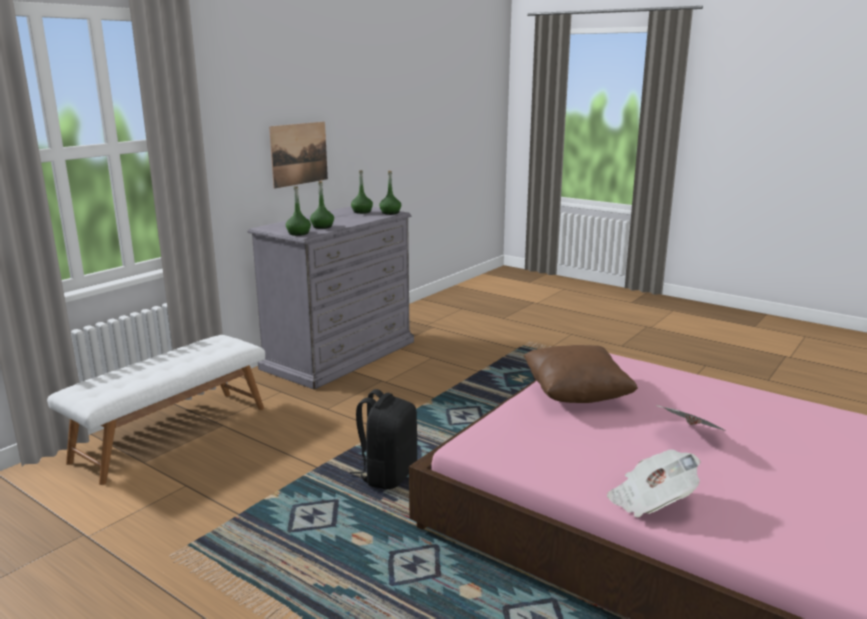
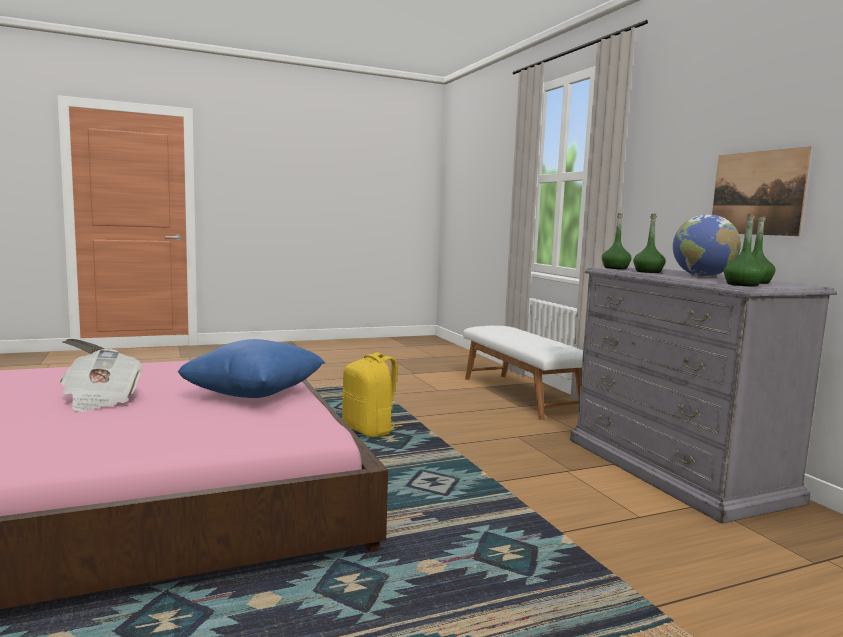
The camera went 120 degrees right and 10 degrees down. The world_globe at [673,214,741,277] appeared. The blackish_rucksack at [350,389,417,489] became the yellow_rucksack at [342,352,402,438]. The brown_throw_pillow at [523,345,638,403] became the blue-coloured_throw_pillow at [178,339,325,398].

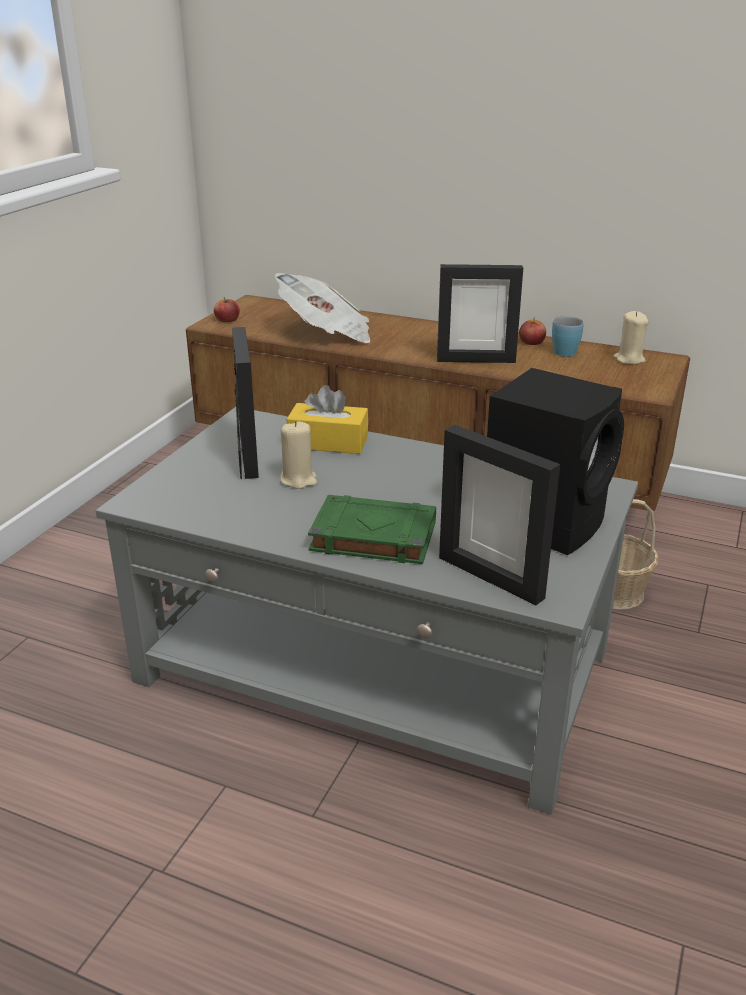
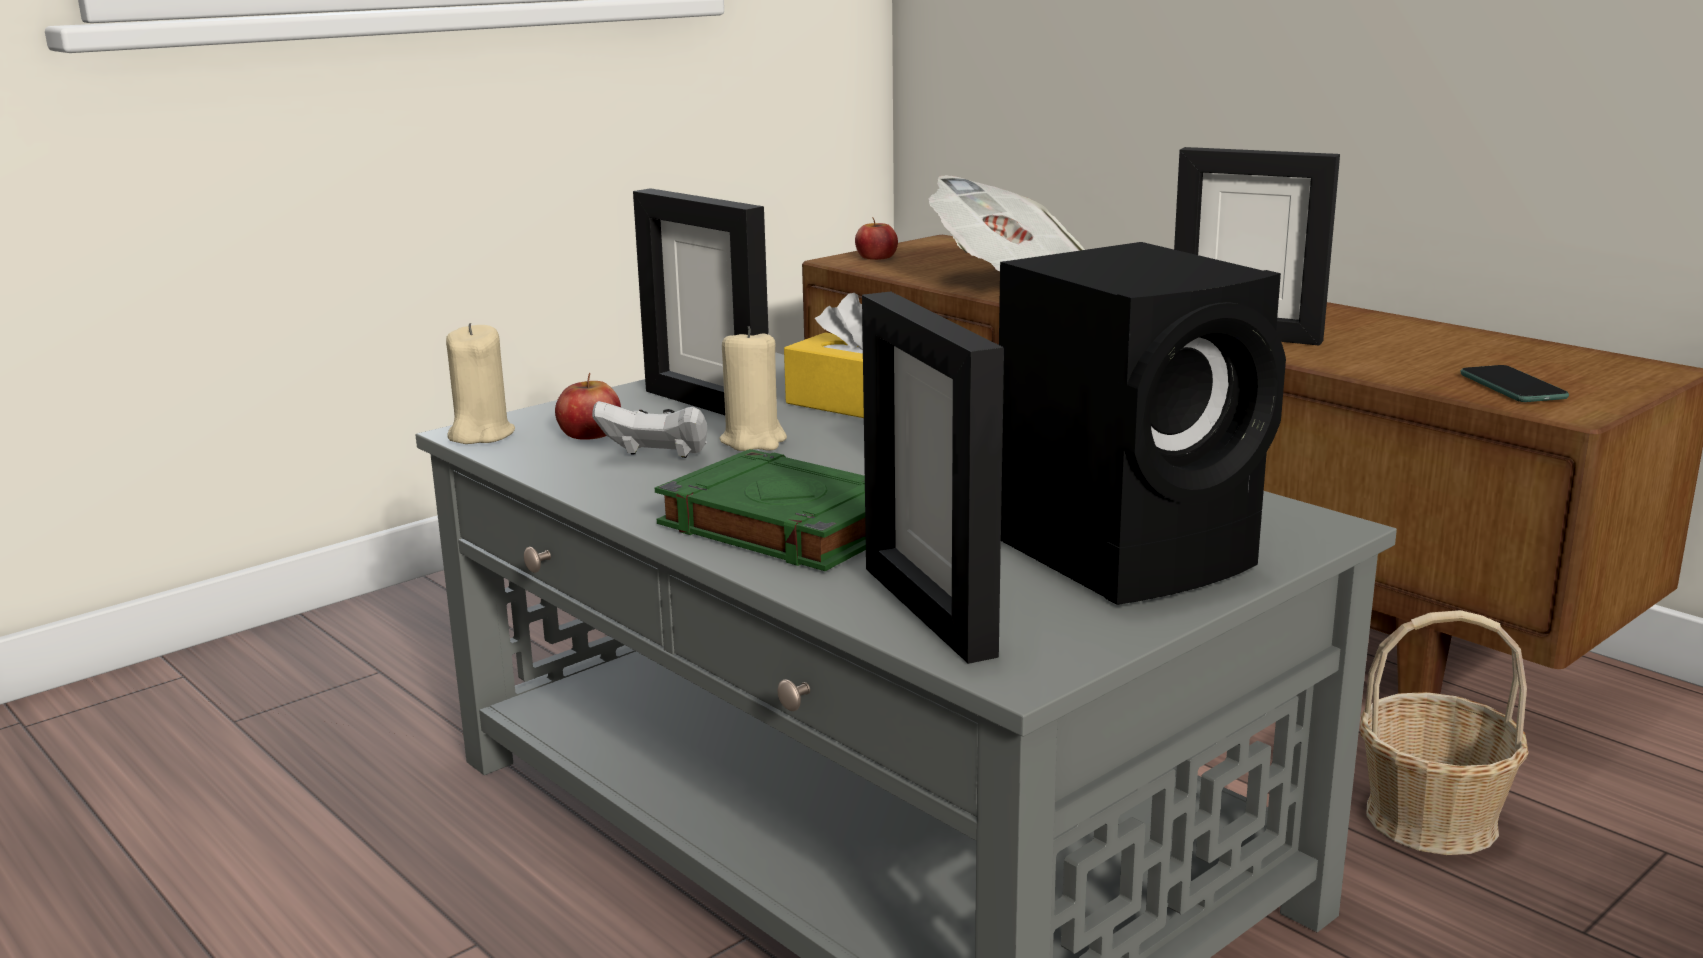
The camera went 25 degrees right and 10 degrees down. The blue-coloured_mug at [552,316,584,357] disappeared. The whitish_gamepad at [592,401,707,458] appeared. The telephone at [1460,365,1569,402] appeared. The apple moved from [519,318,546,345] to [555,373,621,440]. The sand-coloured_wax_candle moved from [613,311,648,365] to [446,323,515,444]. The picture_frame at [232,327,259,479] turned 120 degrees clockwise.

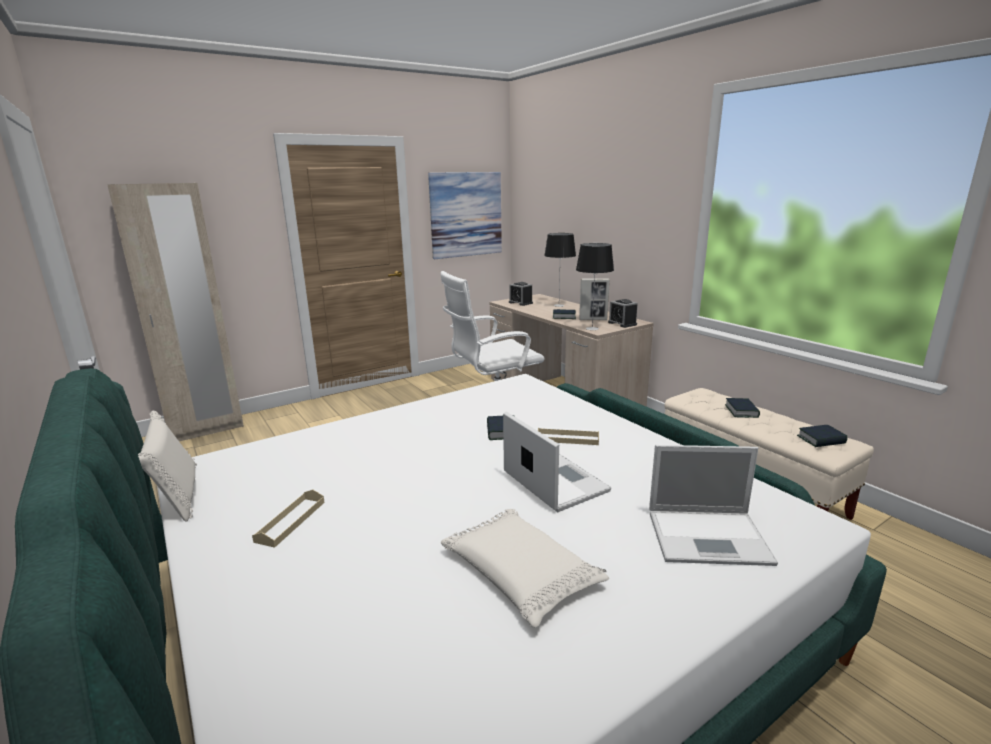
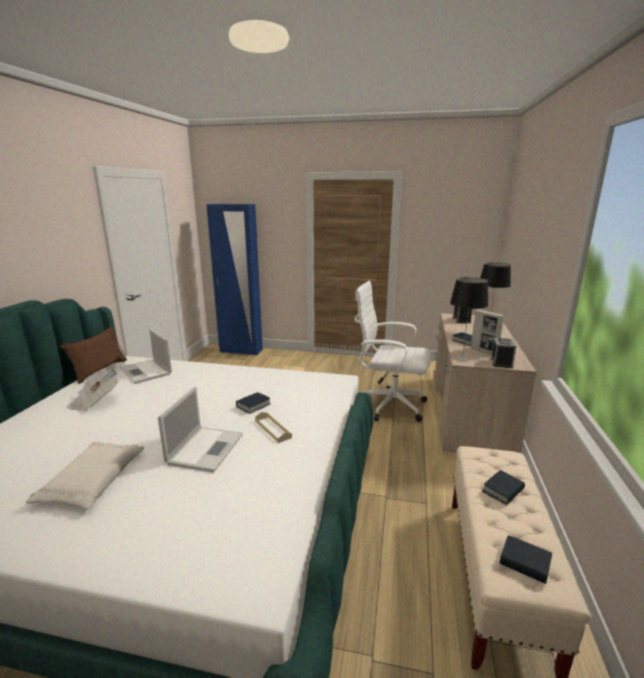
The camera went 45 degrees right and 0 degrees up. The wall_art at [428,172,502,259] disappeared. The portable_computer moved from [649,445,778,566] to [120,329,172,384]. The sand-coloured_carrying_tray at [252,490,325,548] was replaced by the daily_paper at [67,369,119,411]. The sand-coloured_wardrobe at [107,183,244,441] became the blue-coloured_wardrobe at [207,204,263,355]. The whitish_throw_pillow at [138,411,197,522] became the brown_throw_pillow at [60,327,127,384].

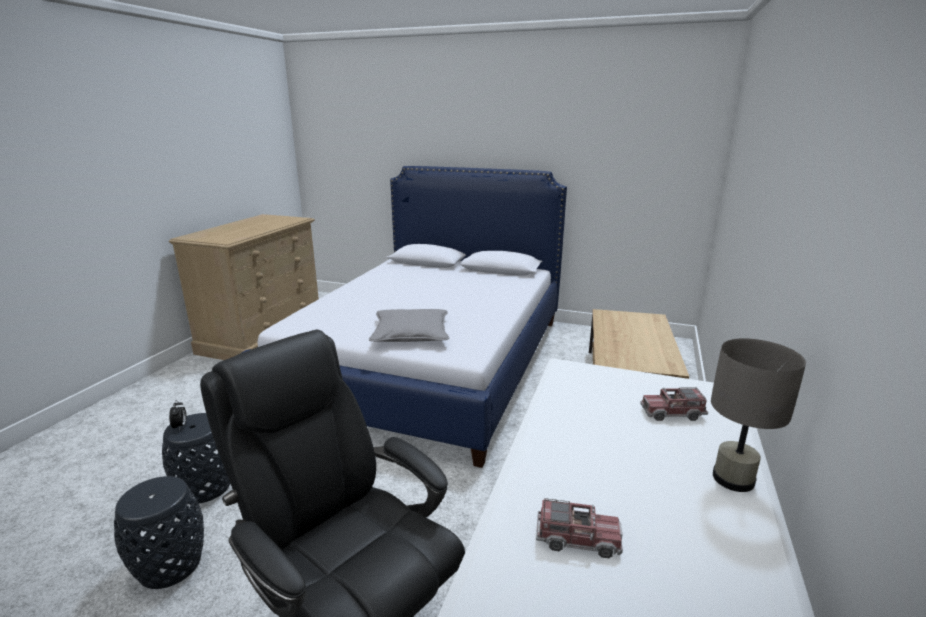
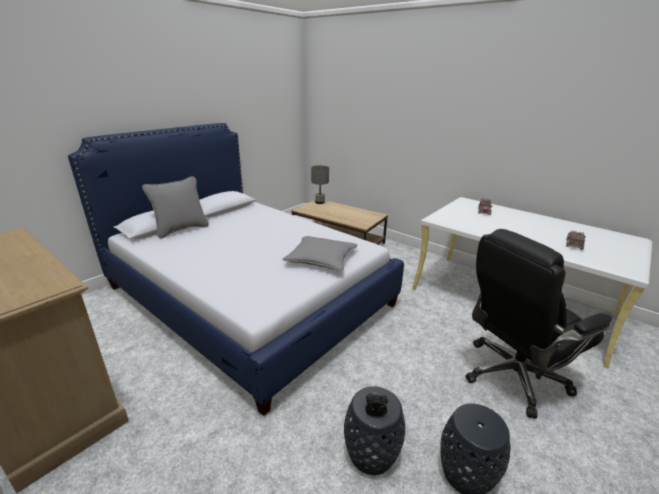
The camera went 70 degrees left and 5 degrees up. The gray_throw_pillow at [142,176,209,239] appeared. The gray_table_lamp moved from [711,338,806,492] to [311,165,329,204].

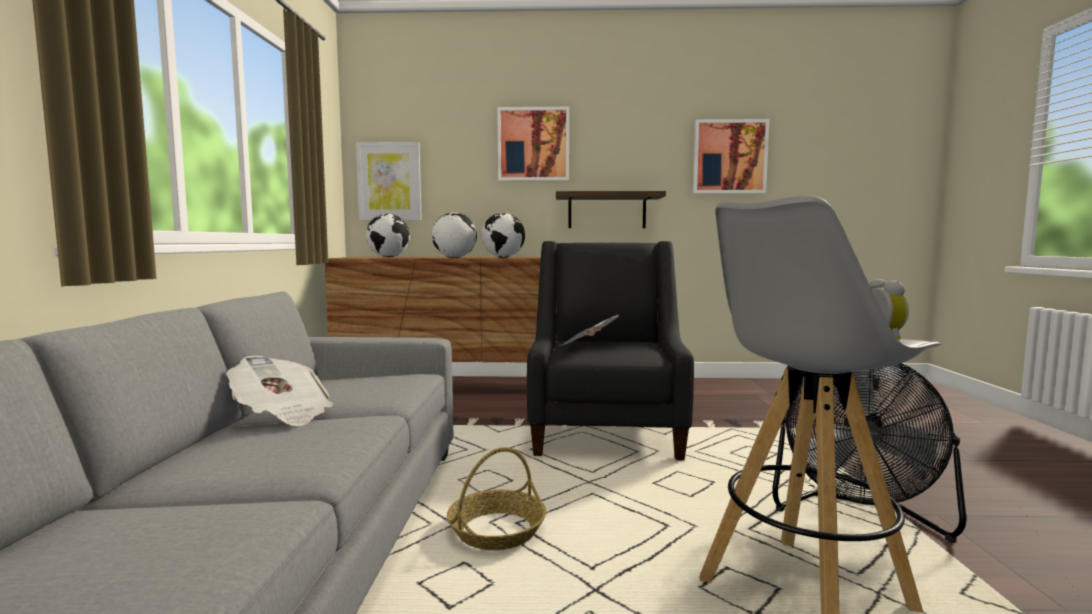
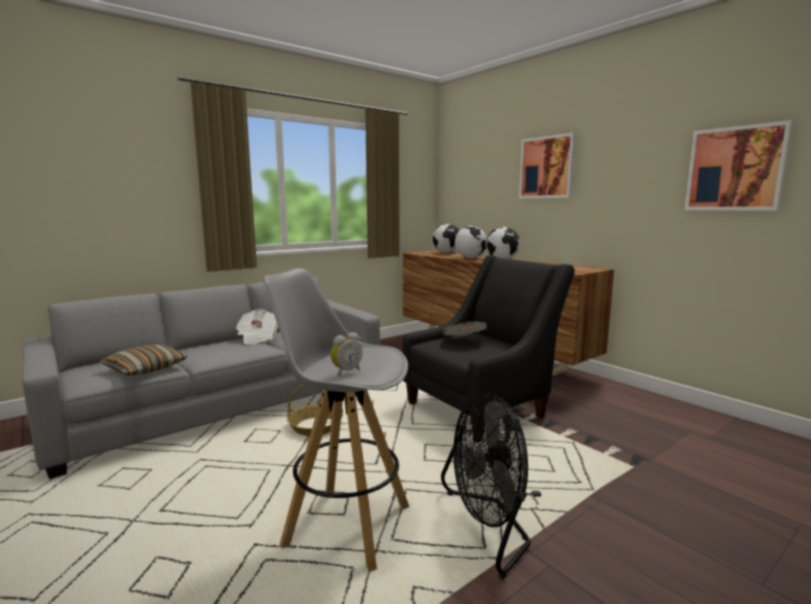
The camera went 50 degrees right and 5 degrees up. The wall_art at [356,142,422,221] disappeared. The bracket_shelf at [556,191,666,228] disappeared. The throw_pillow at [99,344,188,376] appeared.

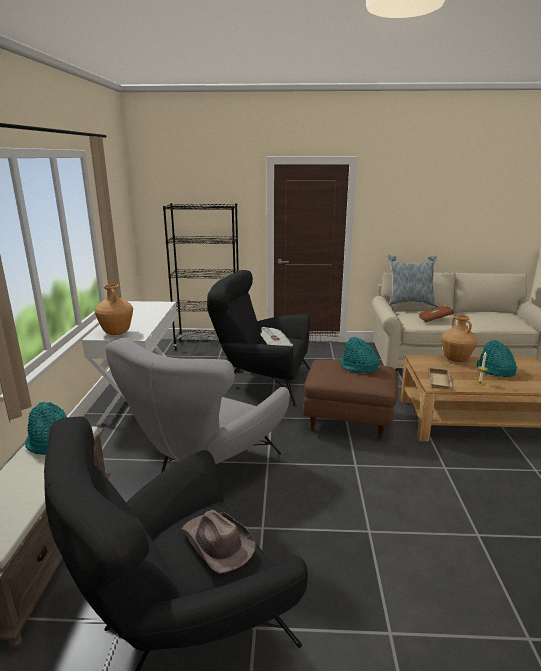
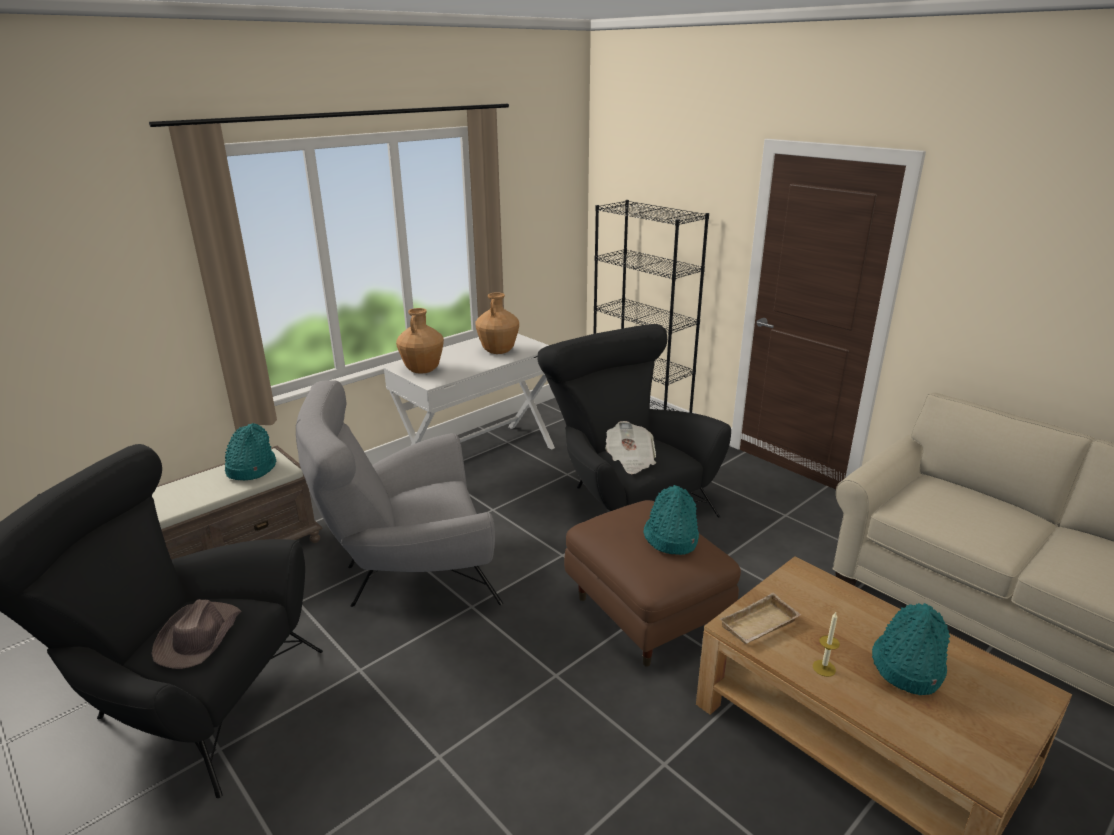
The camera went 45 degrees right and 5 degrees up. The throw_pillow at [387,254,438,309] disappeared. The brown_volume at [418,304,454,322] disappeared. The brown_flower_vase moved from [441,315,478,362] to [475,292,519,354].

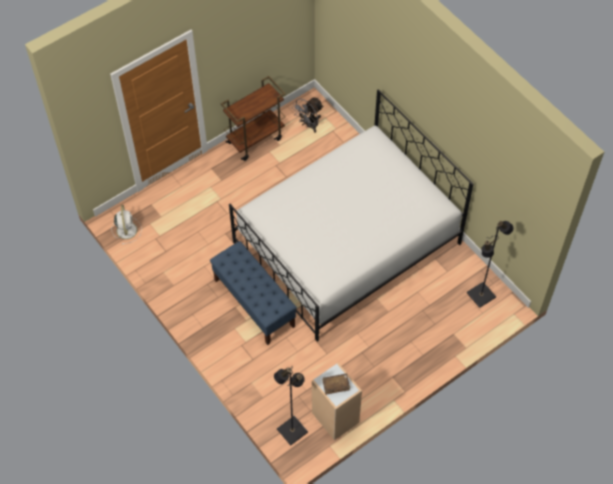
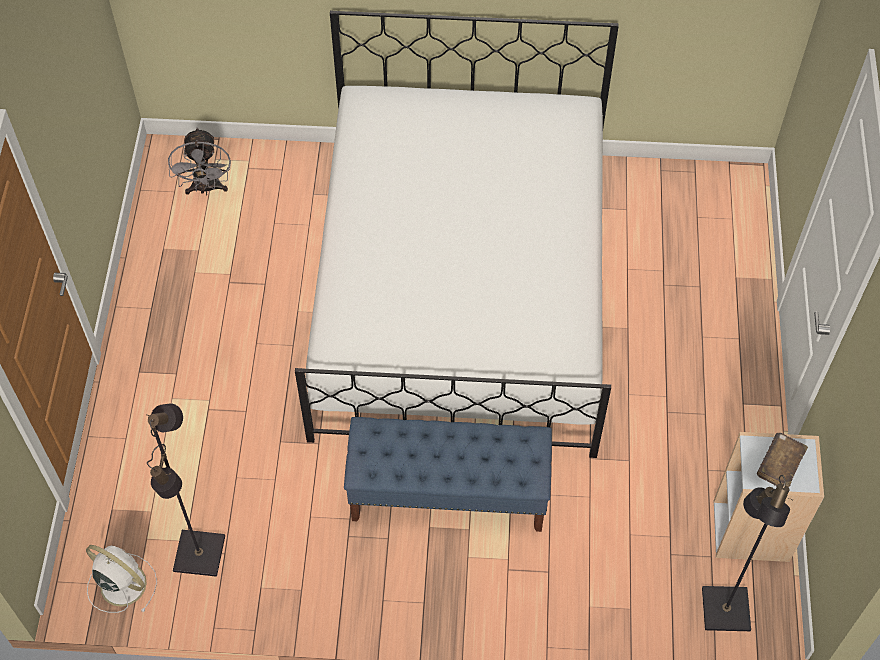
The camera went 50 degrees left and 0 degrees up. The brown_trolley at [221,76,286,161] disappeared. The blackish_standing_lamp moved from [467,220,514,308] to [147,403,225,577].

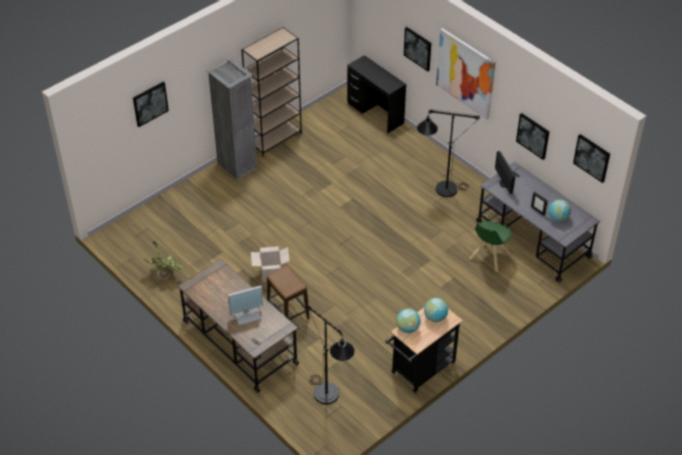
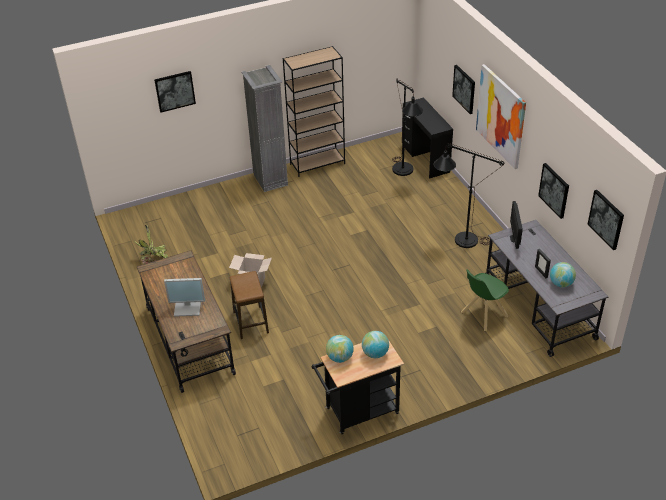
The camera went 20 degrees right and 5 degrees down. The blackish_standing_lamp moved from [308,305,355,404] to [392,79,423,176].

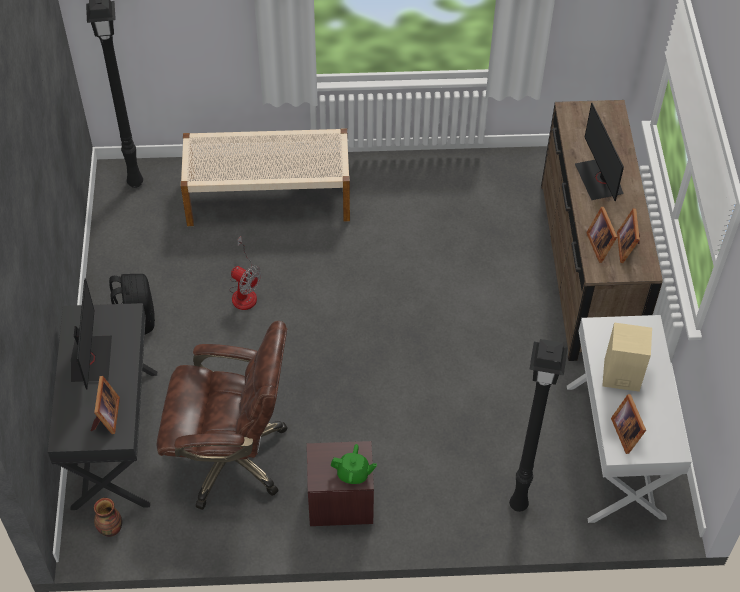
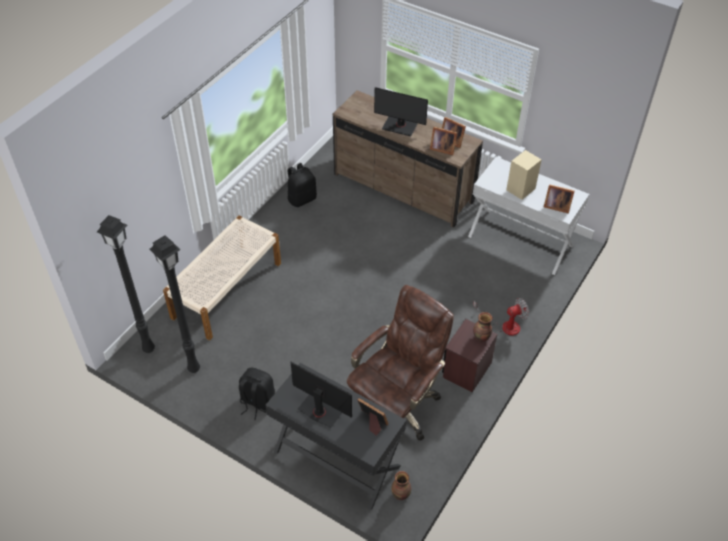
The camera went 55 degrees left and 5 degrees down. The blackish_rucksack at [287,163,317,207] appeared. The cooling_fan moved from [229,237,261,310] to [473,298,529,336]. The blackish_standing_lamp moved from [509,339,568,512] to [149,235,200,373]. The green_teapot at [330,444,377,484] was replaced by the flower_vase at [473,312,492,342].

